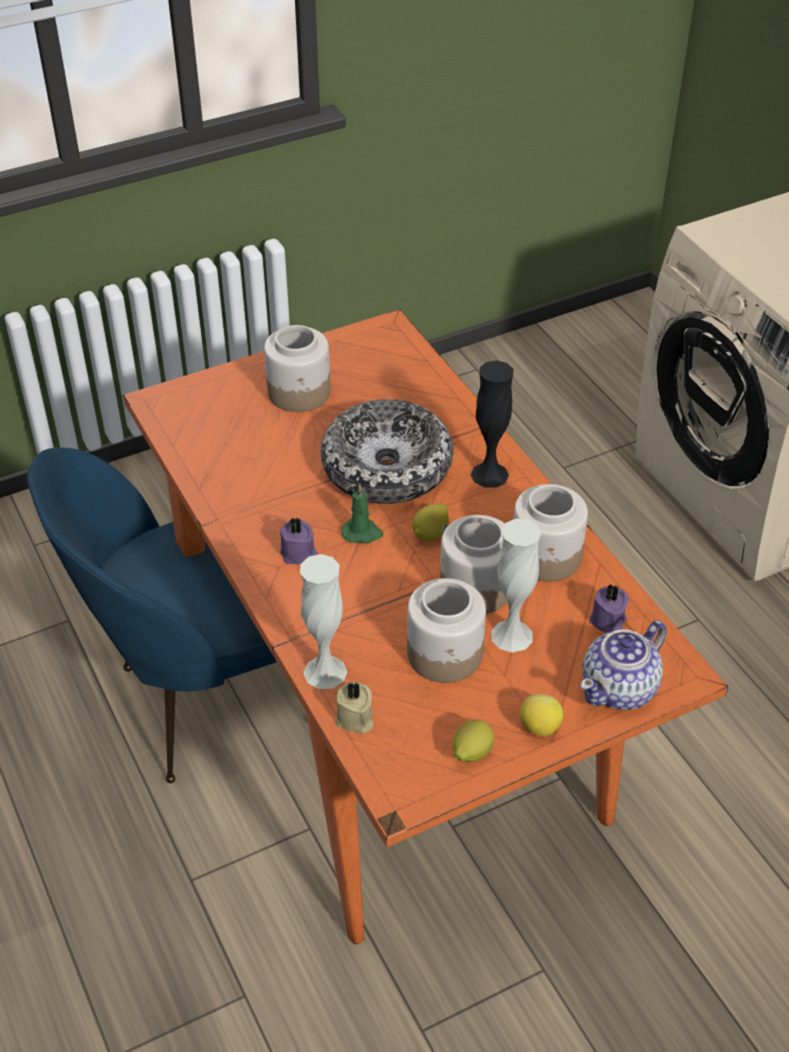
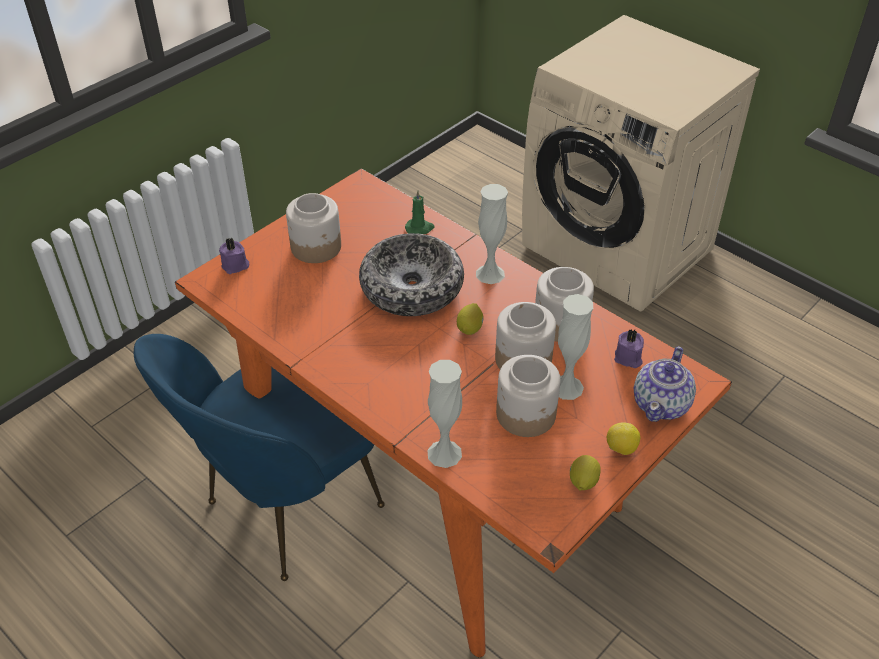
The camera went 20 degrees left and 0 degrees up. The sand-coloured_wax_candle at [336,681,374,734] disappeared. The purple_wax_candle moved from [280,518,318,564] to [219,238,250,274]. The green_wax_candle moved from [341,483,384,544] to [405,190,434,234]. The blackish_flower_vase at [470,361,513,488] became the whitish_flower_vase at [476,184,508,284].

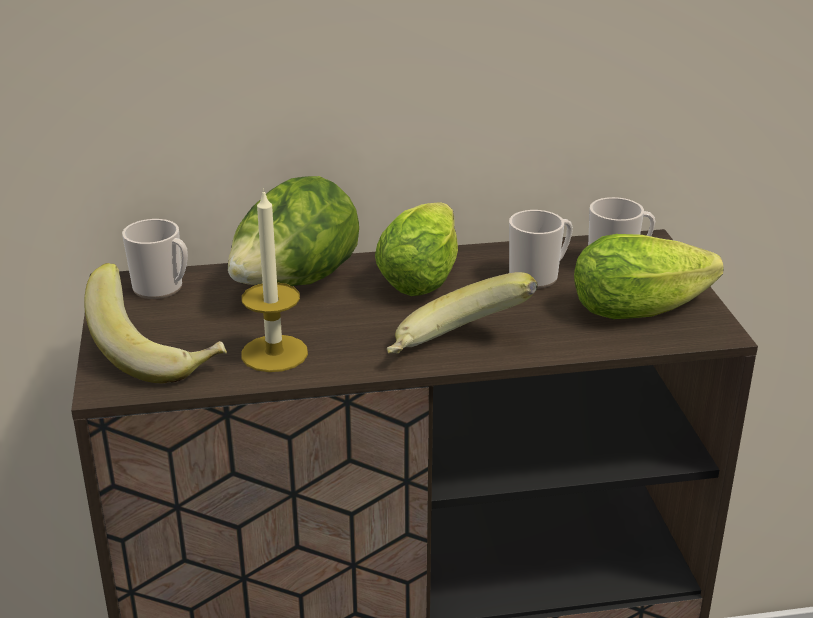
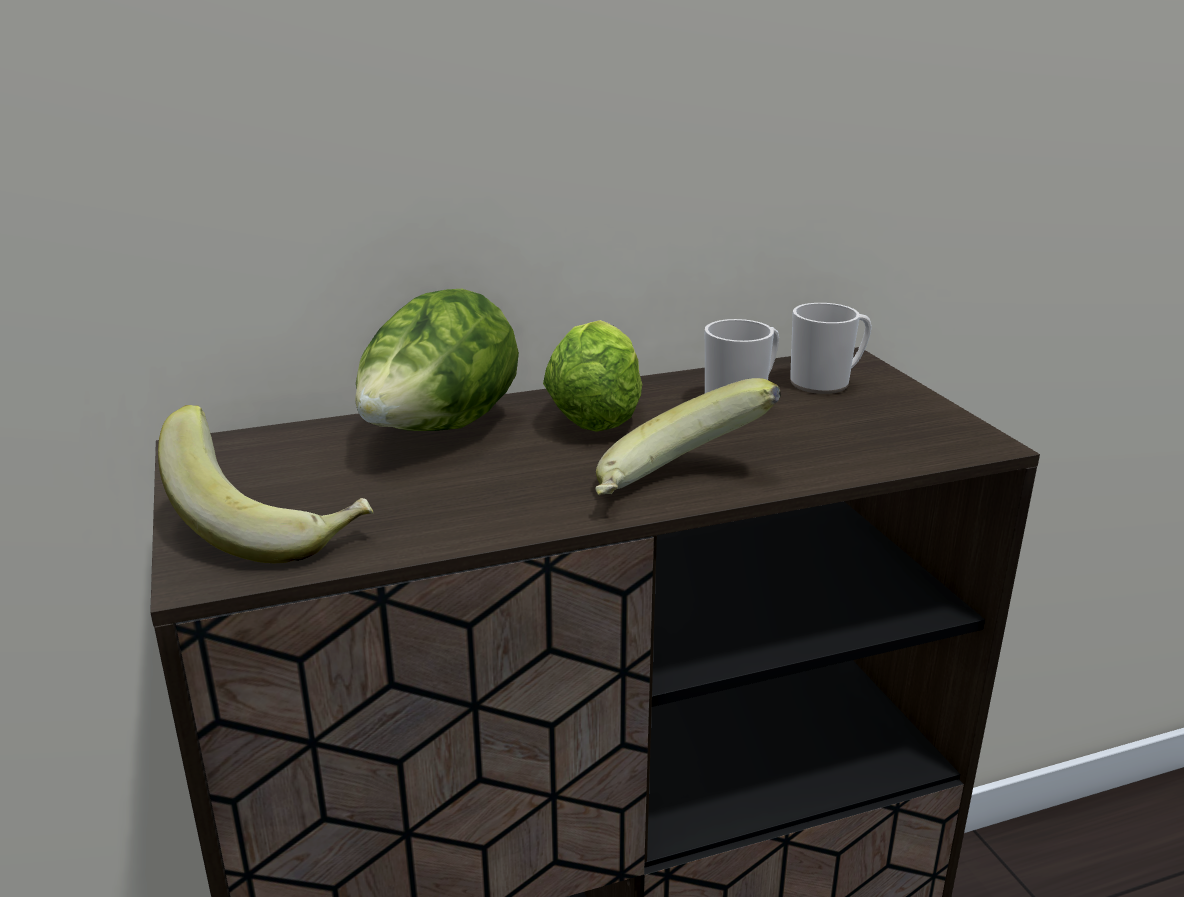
The camera went 10 degrees left and 5 degrees down. The mug at [122,219,188,299] disappeared. The wax_candle at [241,188,308,372] disappeared. The lettuce_head at [574,234,723,319] disappeared.

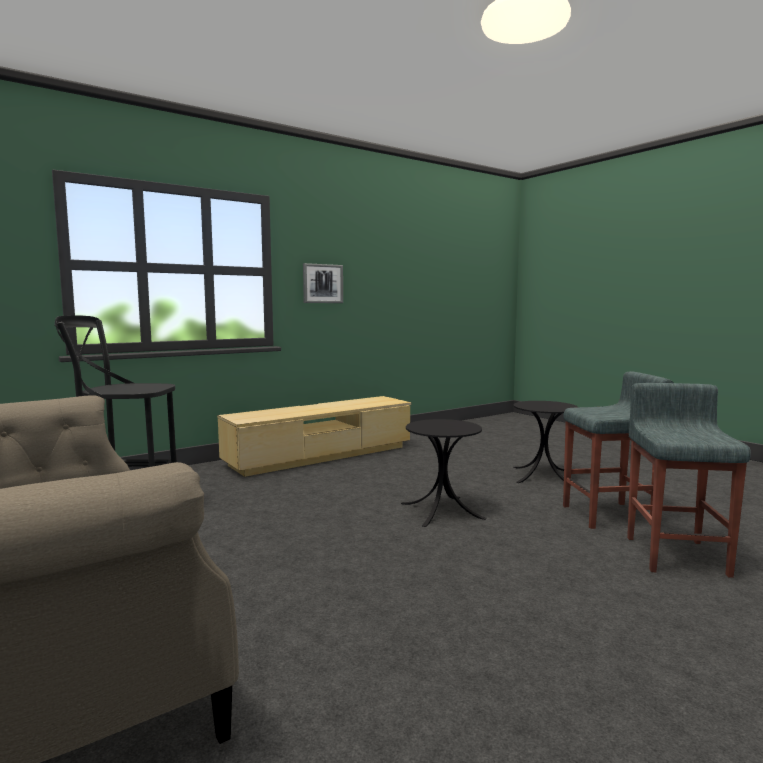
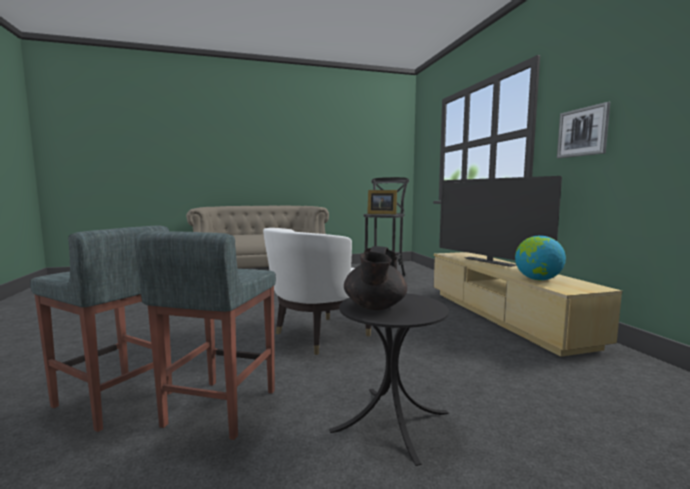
The camera went 110 degrees right and 0 degrees up. The blackish_teapot at [344,246,407,310] appeared. The picture_frame at [367,190,397,214] appeared. The television at [439,176,562,267] appeared. The world_globe at [515,236,566,280] appeared. The blackish_accent_table at [401,419,487,527] was replaced by the whitish_easy_chair at [263,228,371,355].

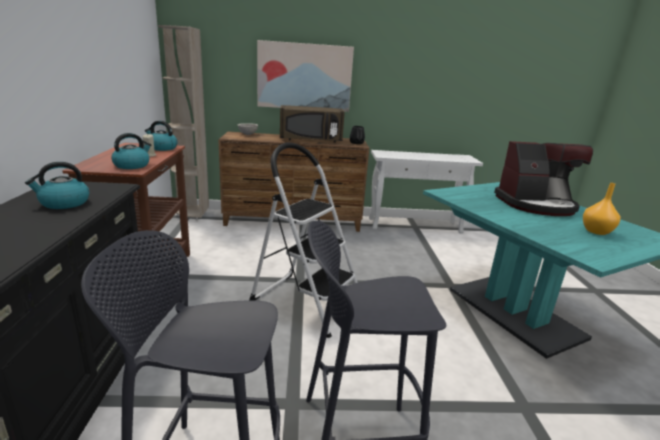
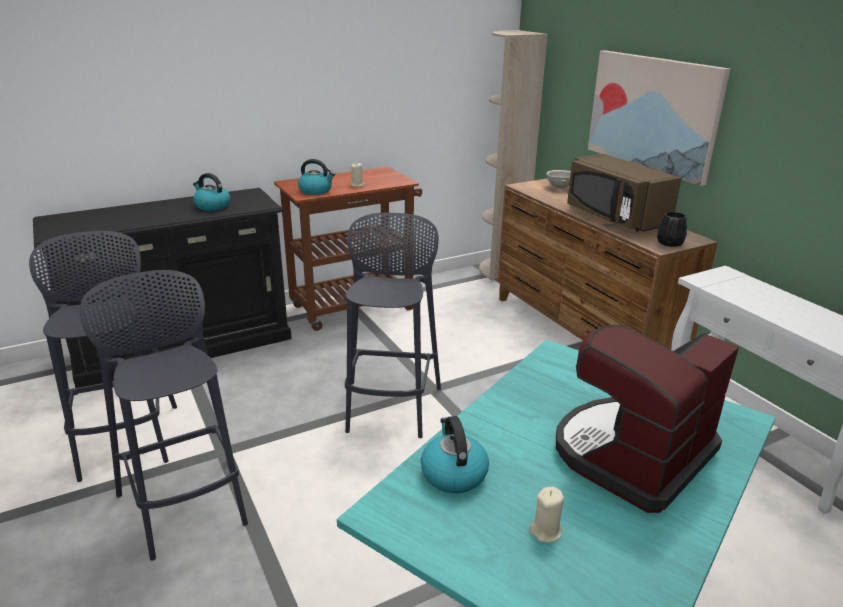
The camera went 65 degrees right and 5 degrees up. The water_kettle moved from [145,121,178,151] to [421,416,489,493]. The stepladder at [249,142,358,338] was replaced by the gray_sitting_stool at [345,213,441,438]. The orange-coloured_flower_vase at [583,183,621,235] was replaced by the sand-coloured_wax_candle at [529,486,564,543]. The coffee_brewer at [494,141,593,216] turned 75 degrees clockwise.

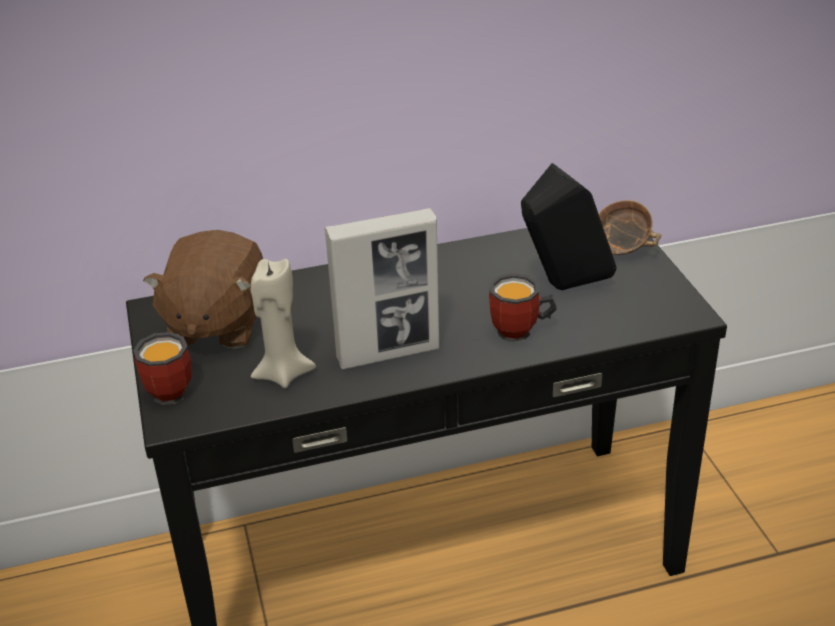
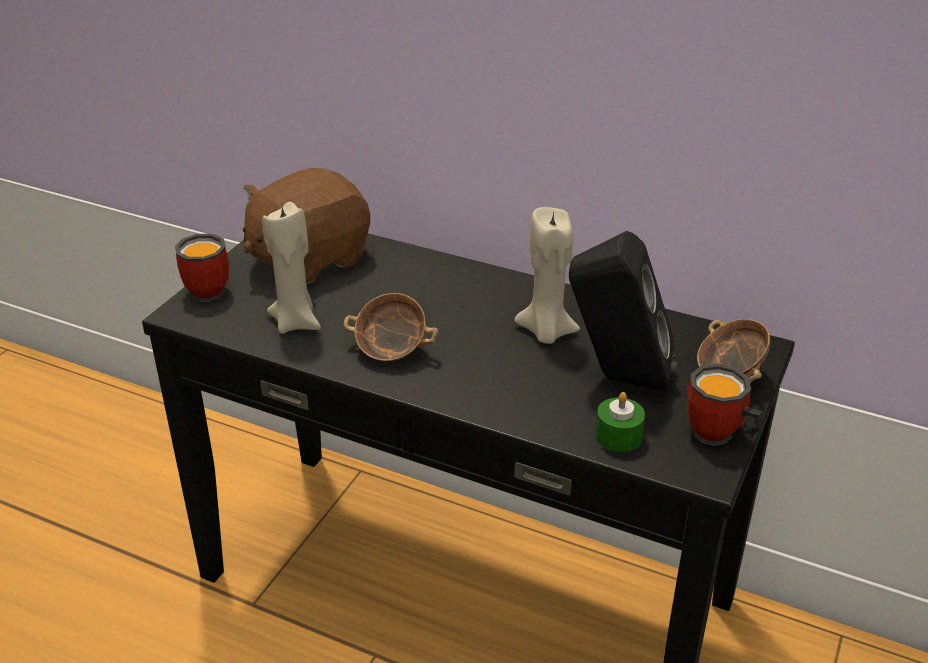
The camera went 40 degrees right and 0 degrees up. The sand-coloured_wax_candle at [514,207,580,344] appeared. The green_wax_candle at [595,392,645,452] appeared. The mug moved from [489,273,557,342] to [687,363,765,446]. The picture_frame at [325,208,439,370] was replaced by the bowl at [343,293,438,361].

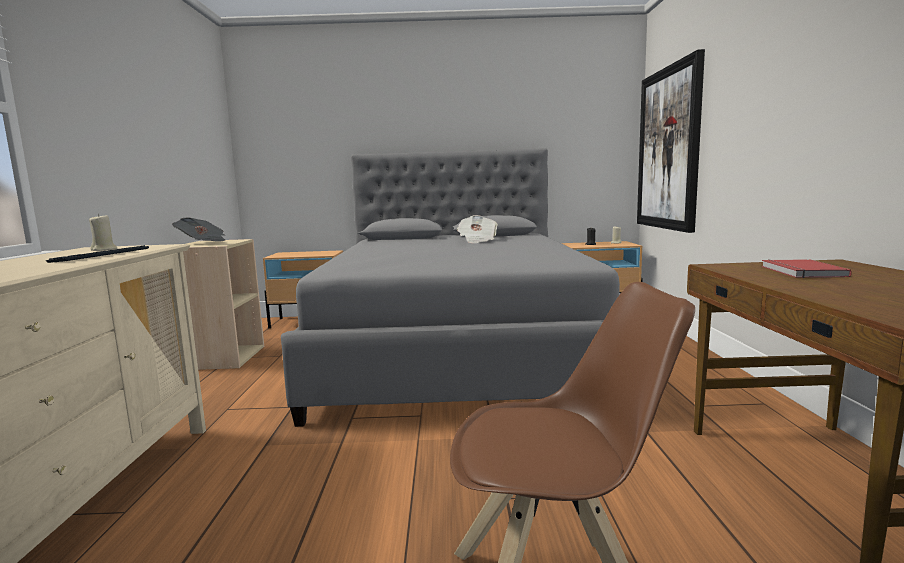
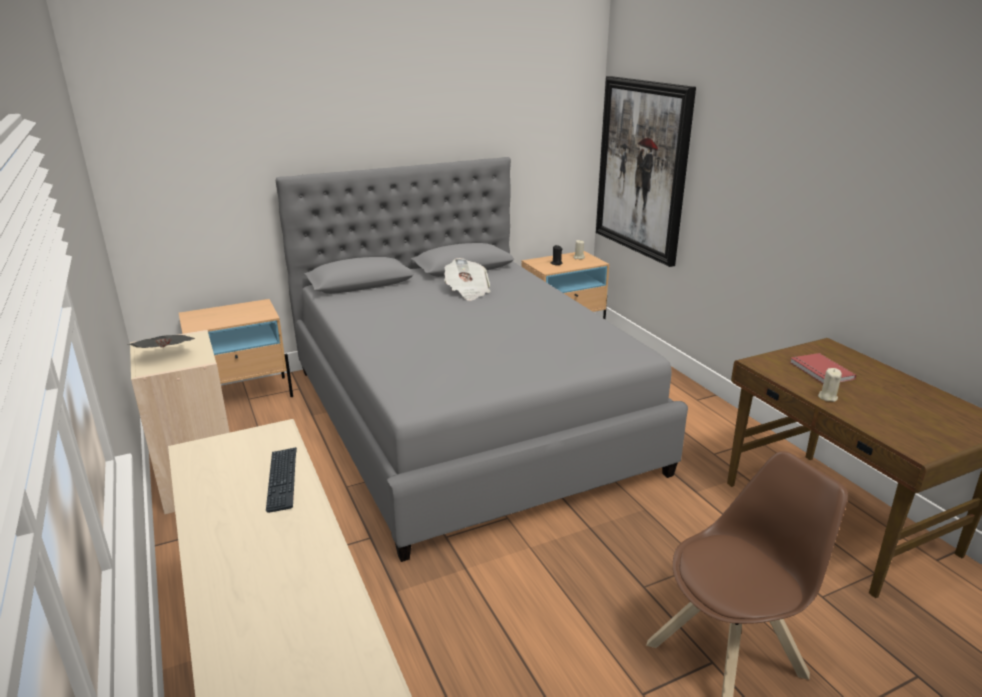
The camera went 25 degrees left and 15 degrees up. The sand-coloured_wax_candle moved from [89,214,117,251] to [818,368,842,402].

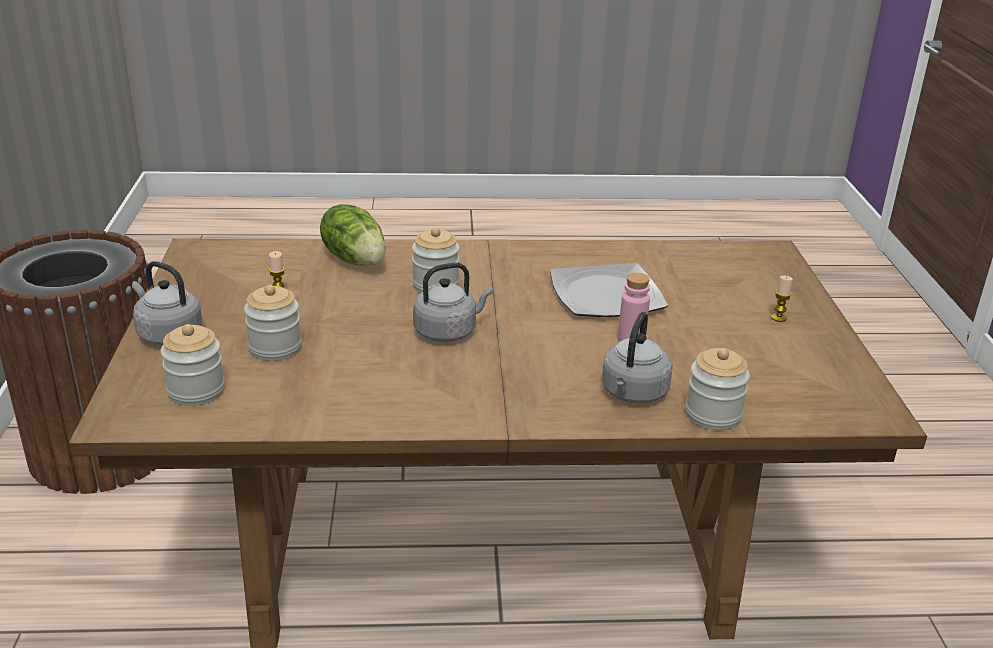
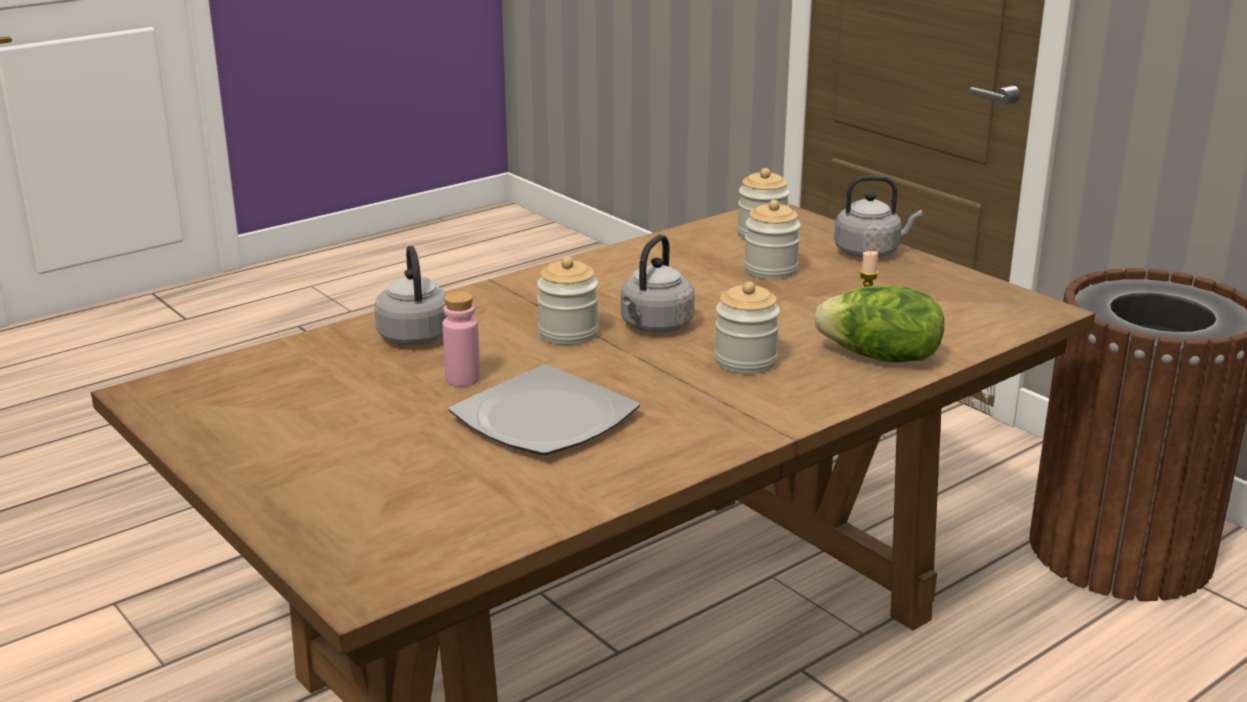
The camera went 145 degrees right and 5 degrees down. The wax_candle at [771,275,793,322] disappeared. The preserve_jar moved from [685,348,750,430] to [537,257,599,345].

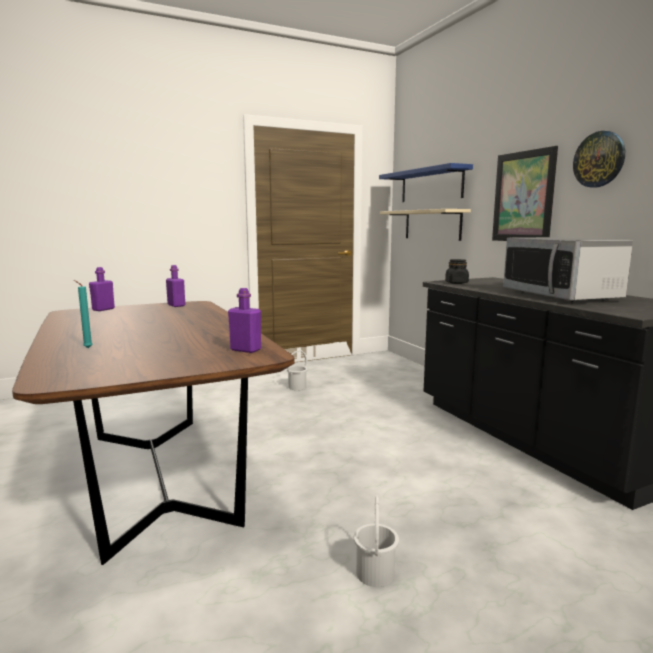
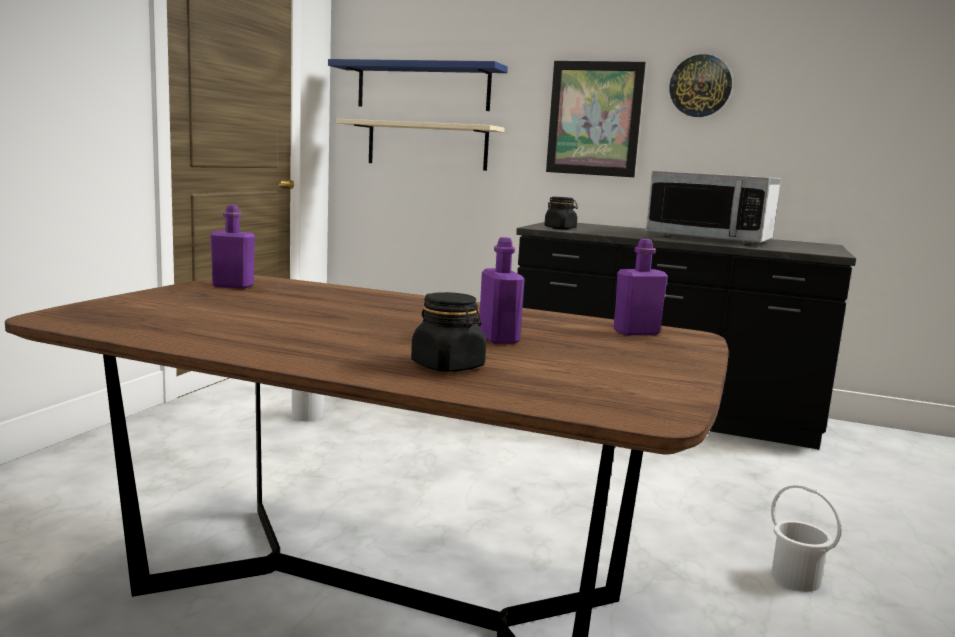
The camera went 45 degrees left and 0 degrees up. The purple_beverage_bottle moved from [89,267,115,311] to [479,237,525,344]. The turquoise_wax_candle at [74,280,92,348] was replaced by the blackish_preserve_jar at [411,292,486,372].

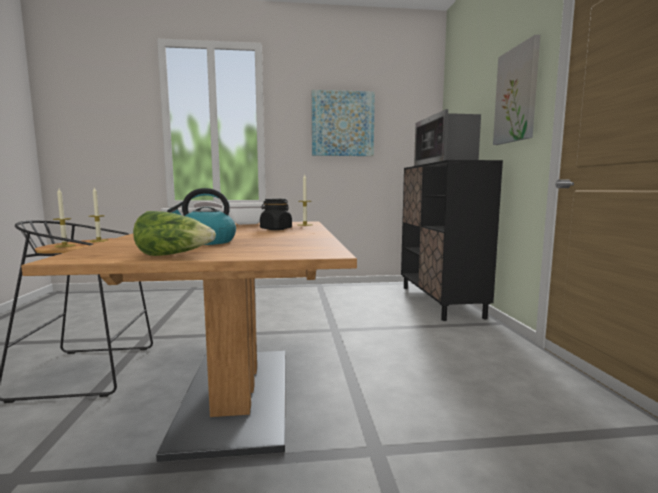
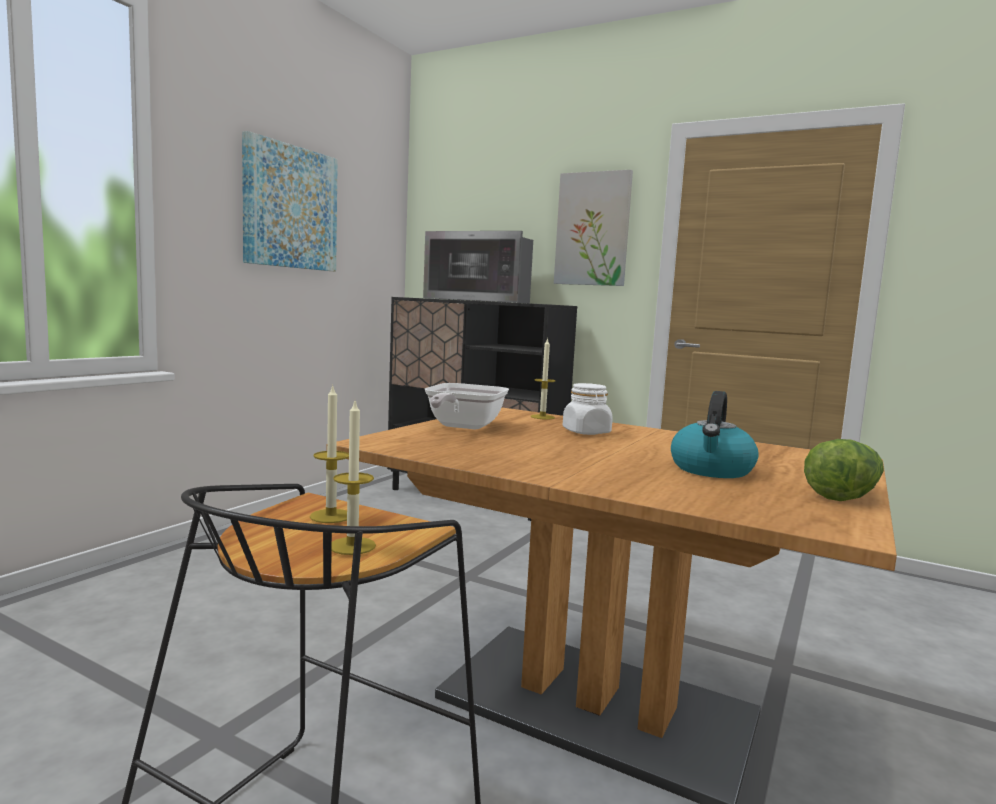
The camera went 55 degrees left and 0 degrees up. The blackish_preserve_jar at [260,199,292,230] became the whitish_preserve_jar at [563,383,613,435].

